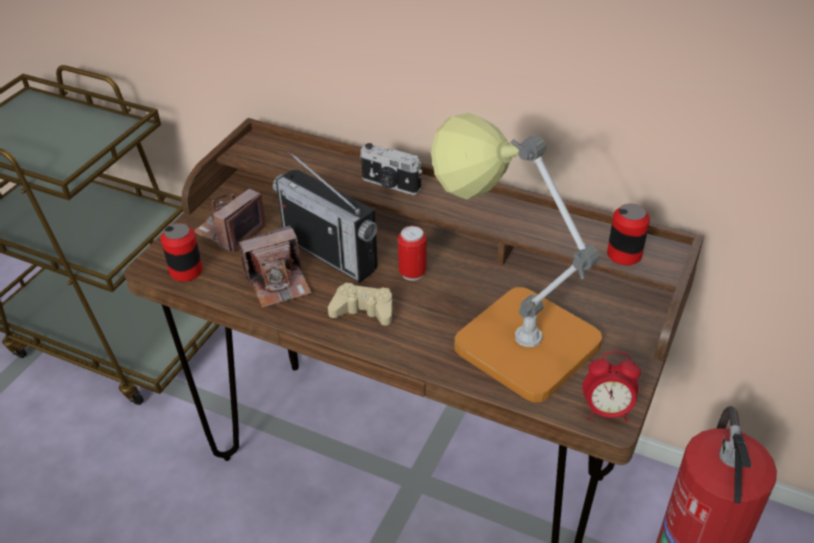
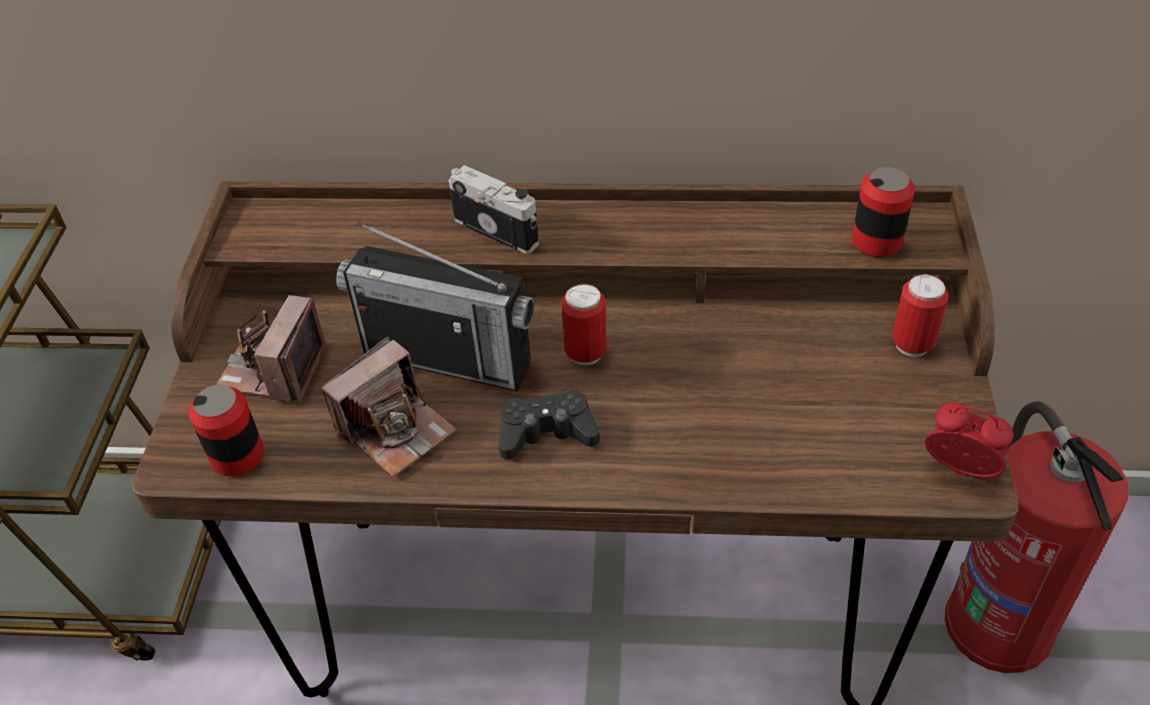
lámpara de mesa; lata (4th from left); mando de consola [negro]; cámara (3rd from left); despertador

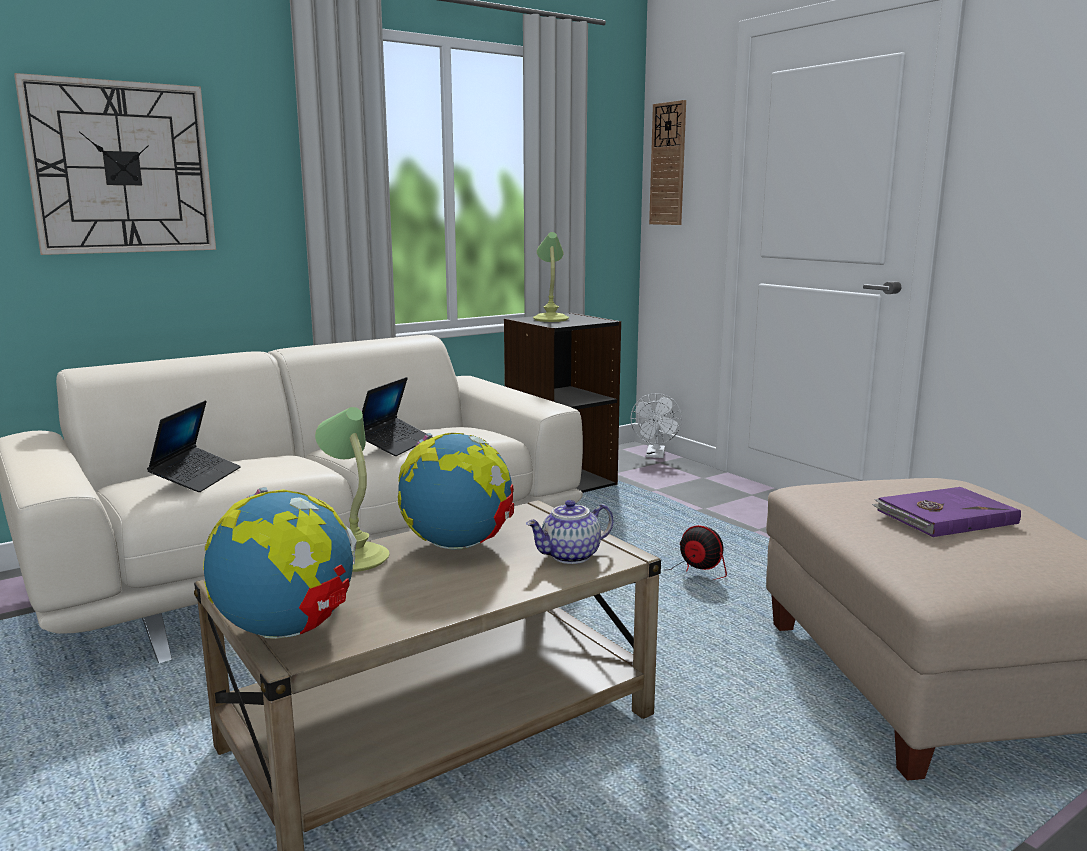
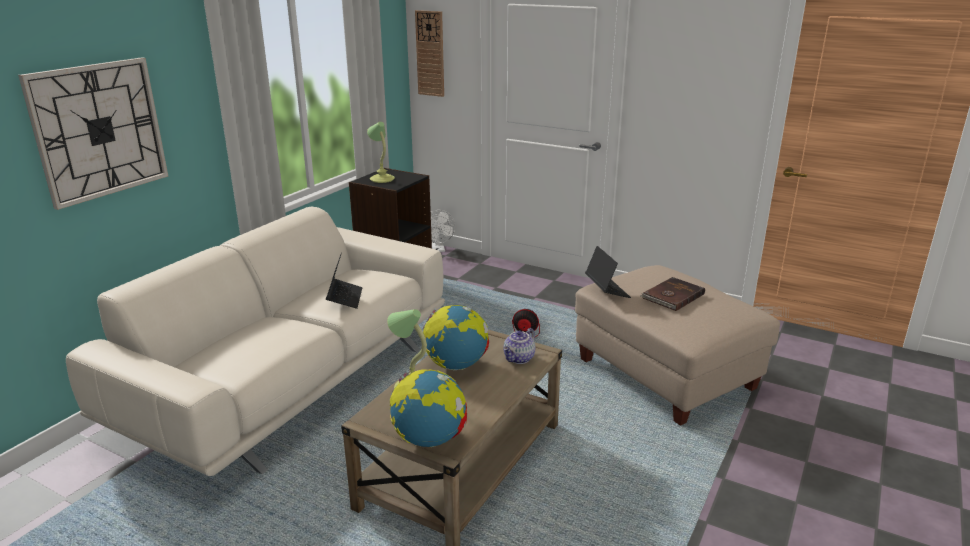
portátil (2nd from left); libro [marrón]

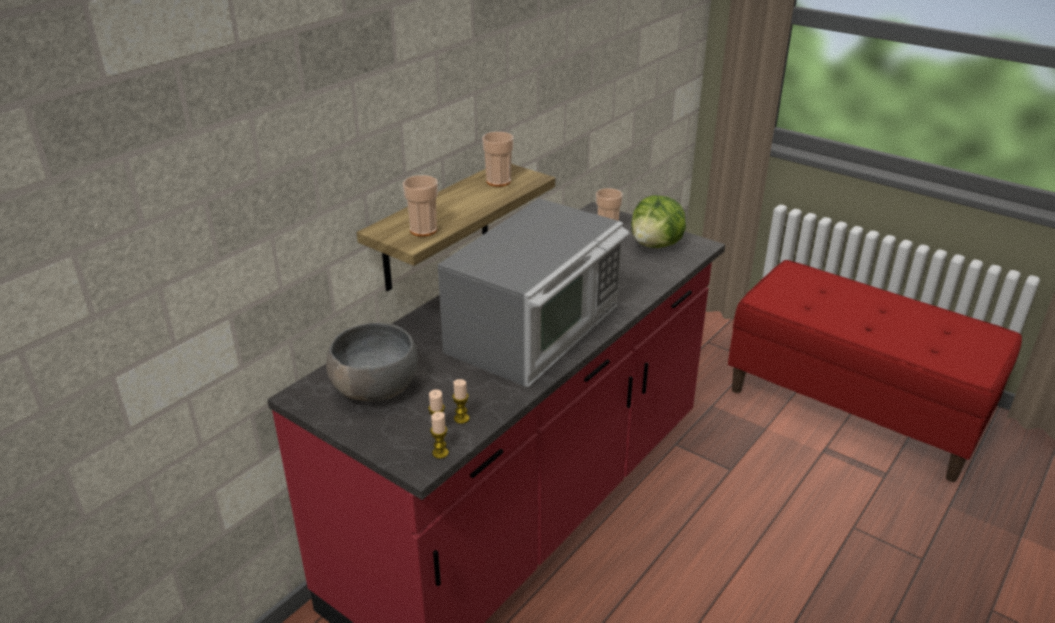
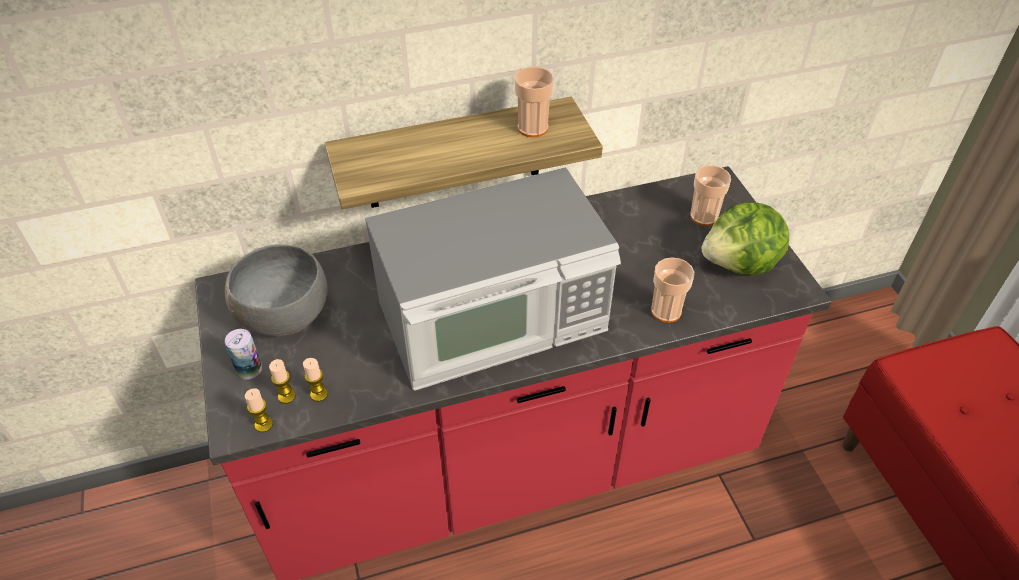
lata; taza (2nd from left)

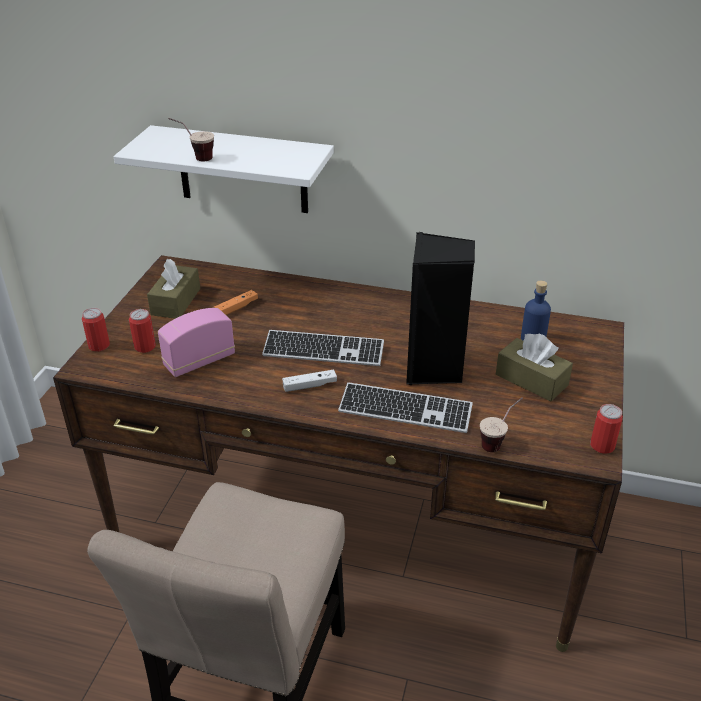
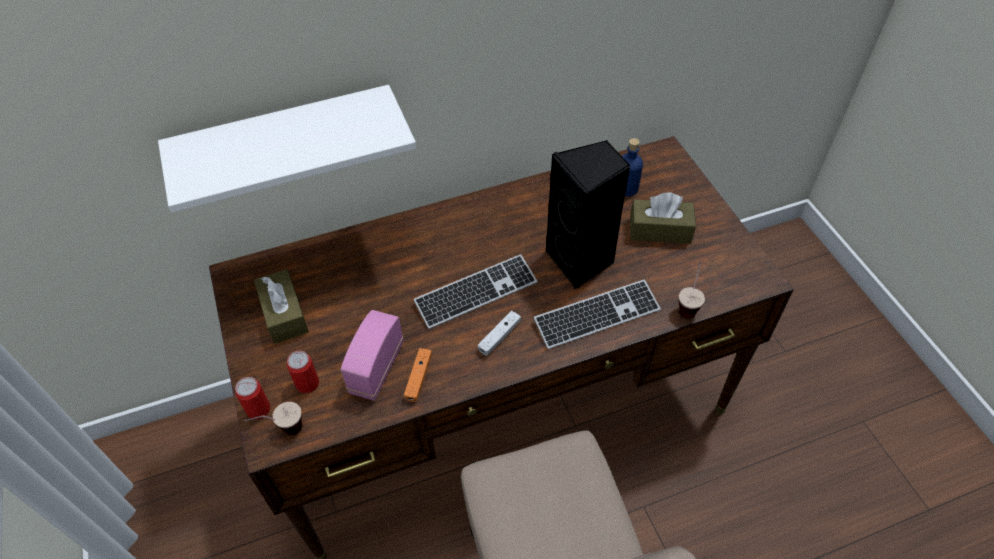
lata (3rd from left in the first image); taza (1st from left); mando de consola [naranja]

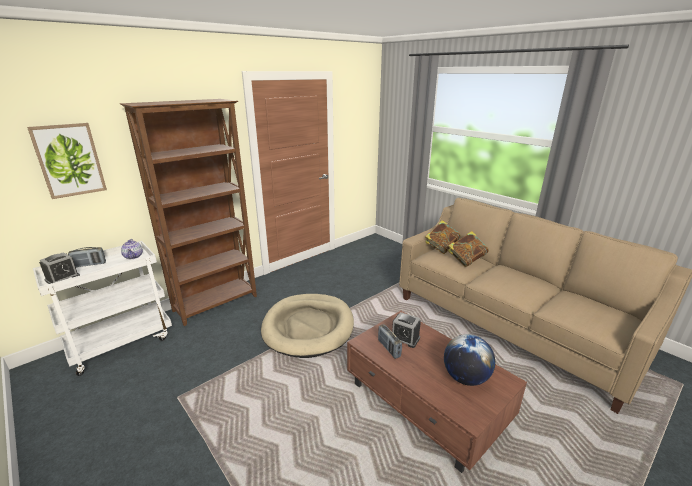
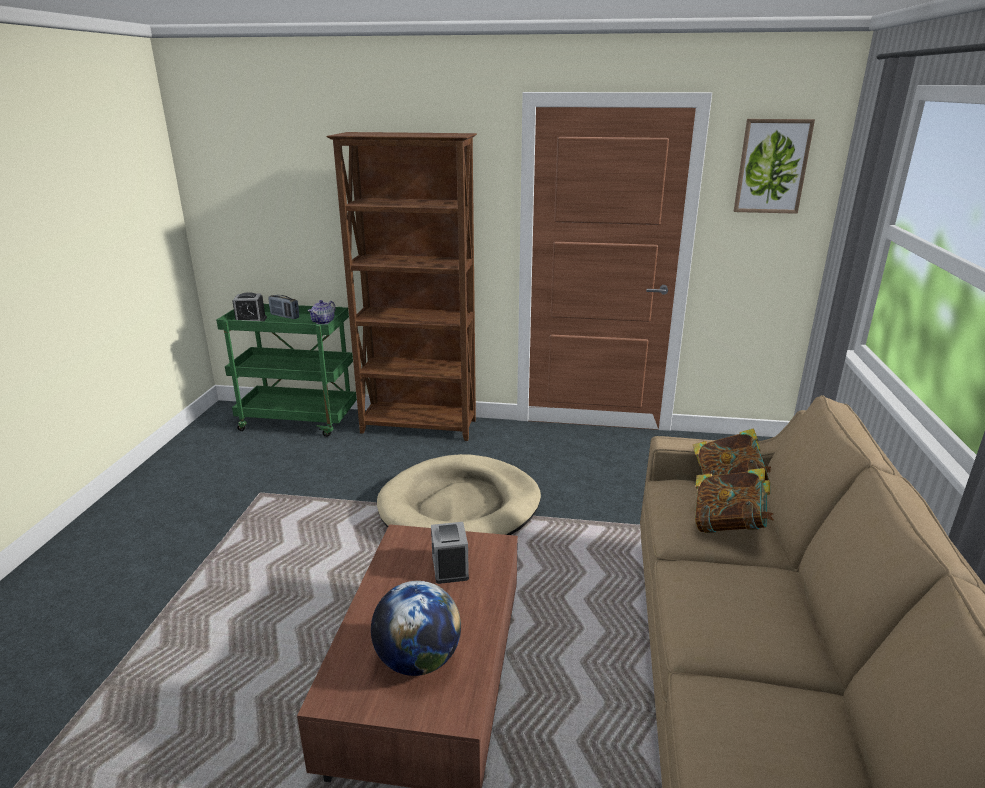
radio (2nd from left in the first image); cuadro; carrito [verde]

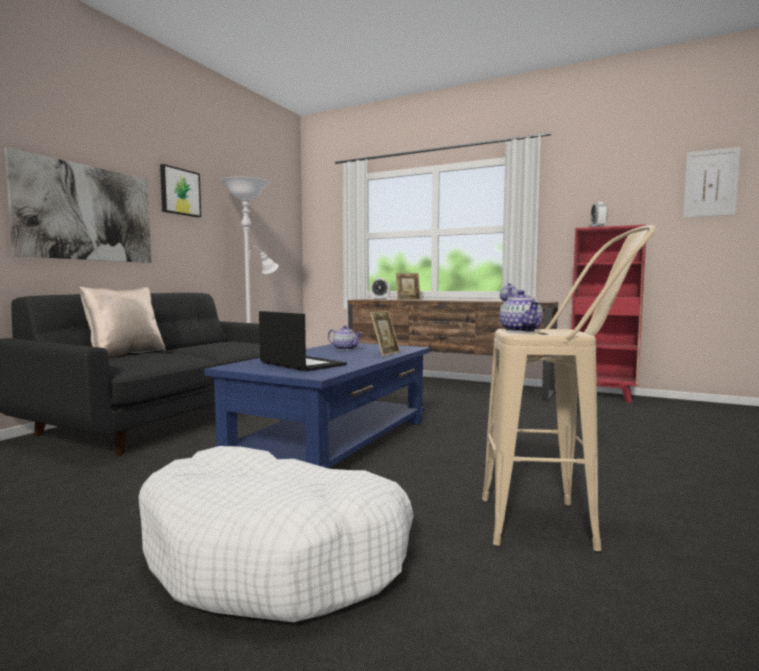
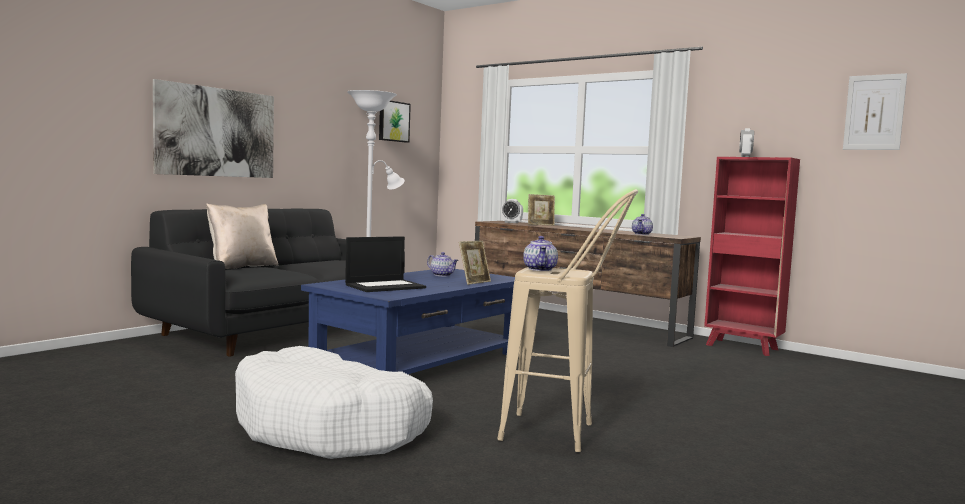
cuadro (2nd from left); portátil

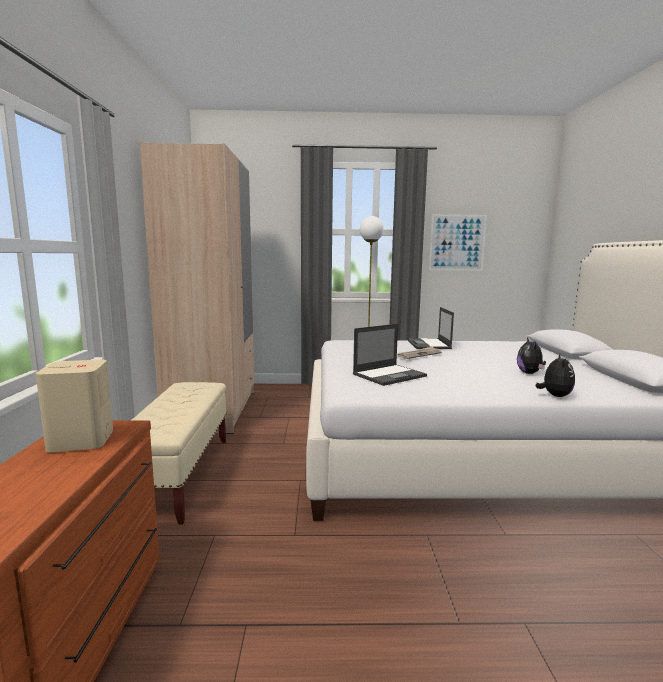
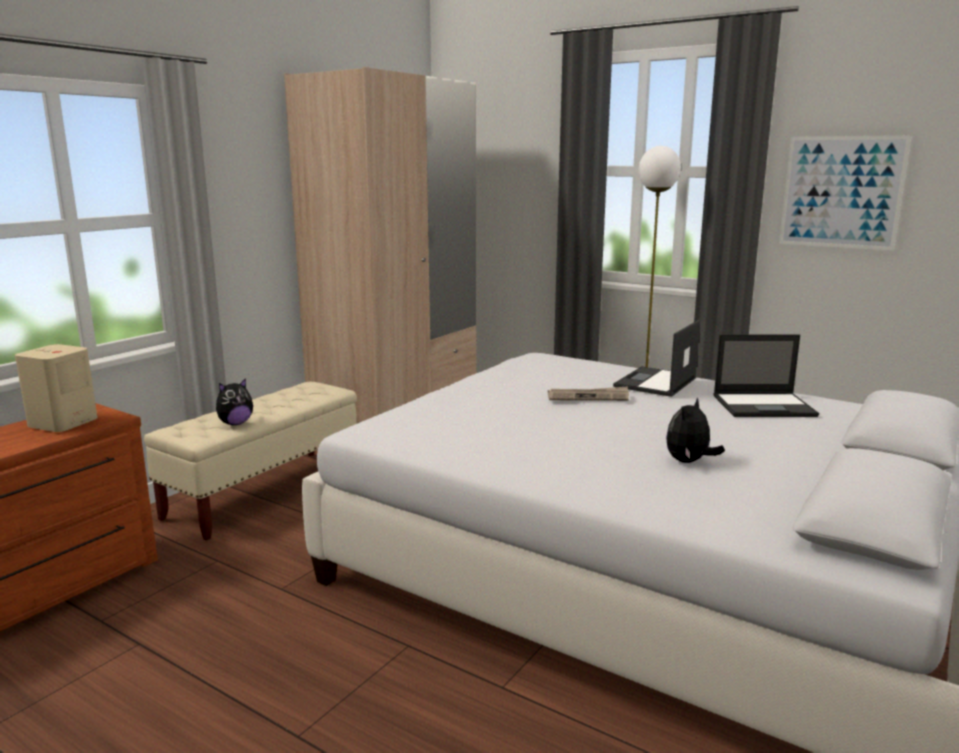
portátil (2nd from left); peluche (1st from left)

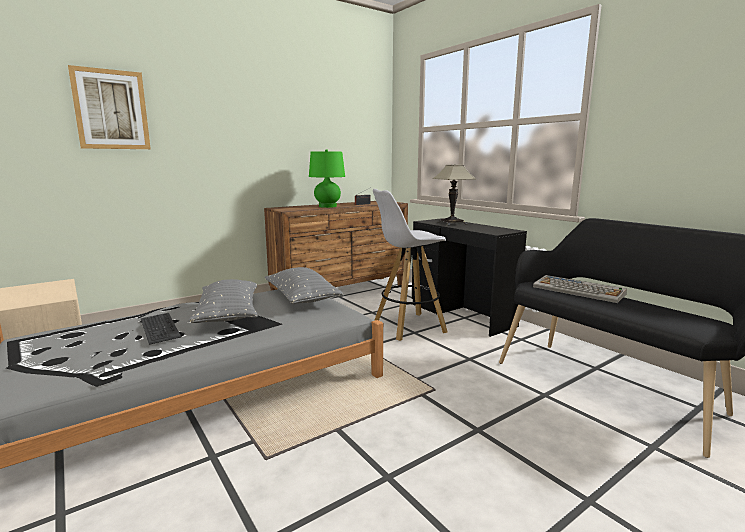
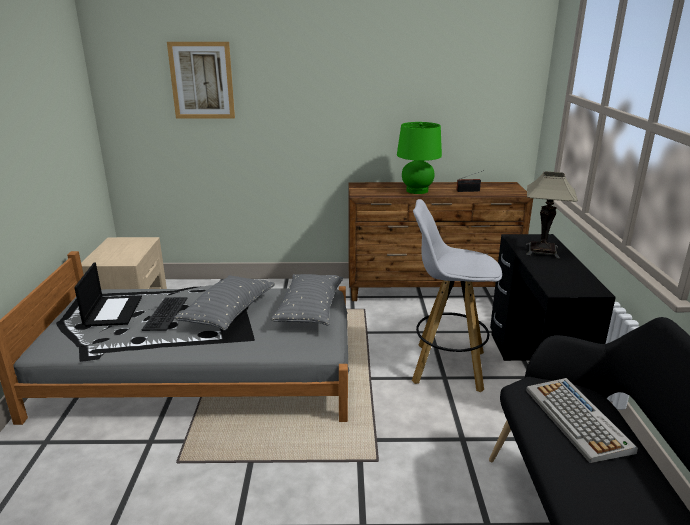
portátil

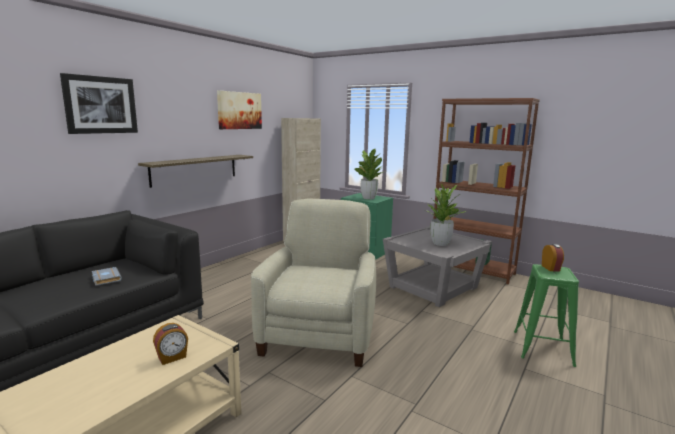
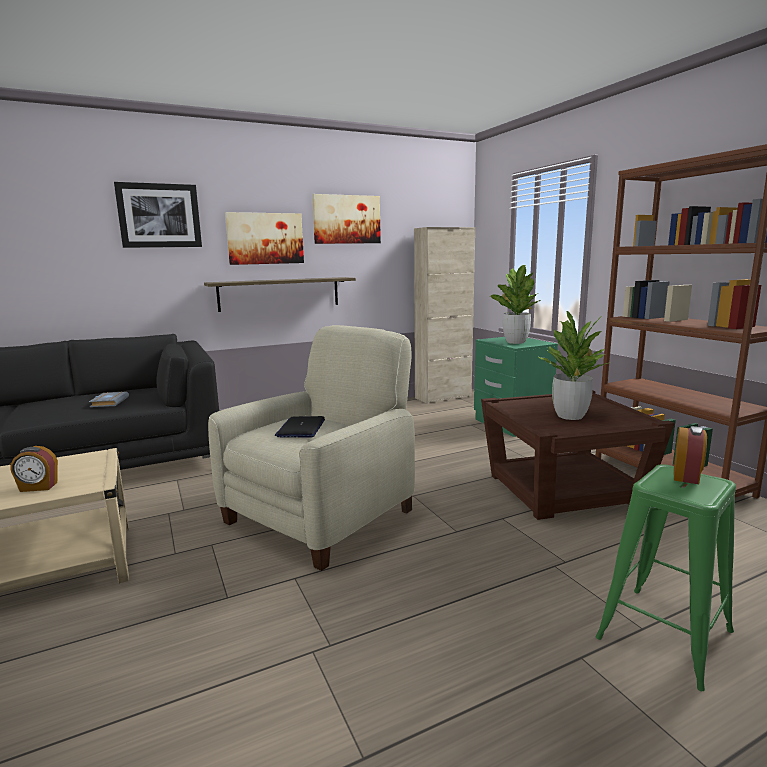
cuadro (2nd from left); portátil; mesa auxiliar [marrón]

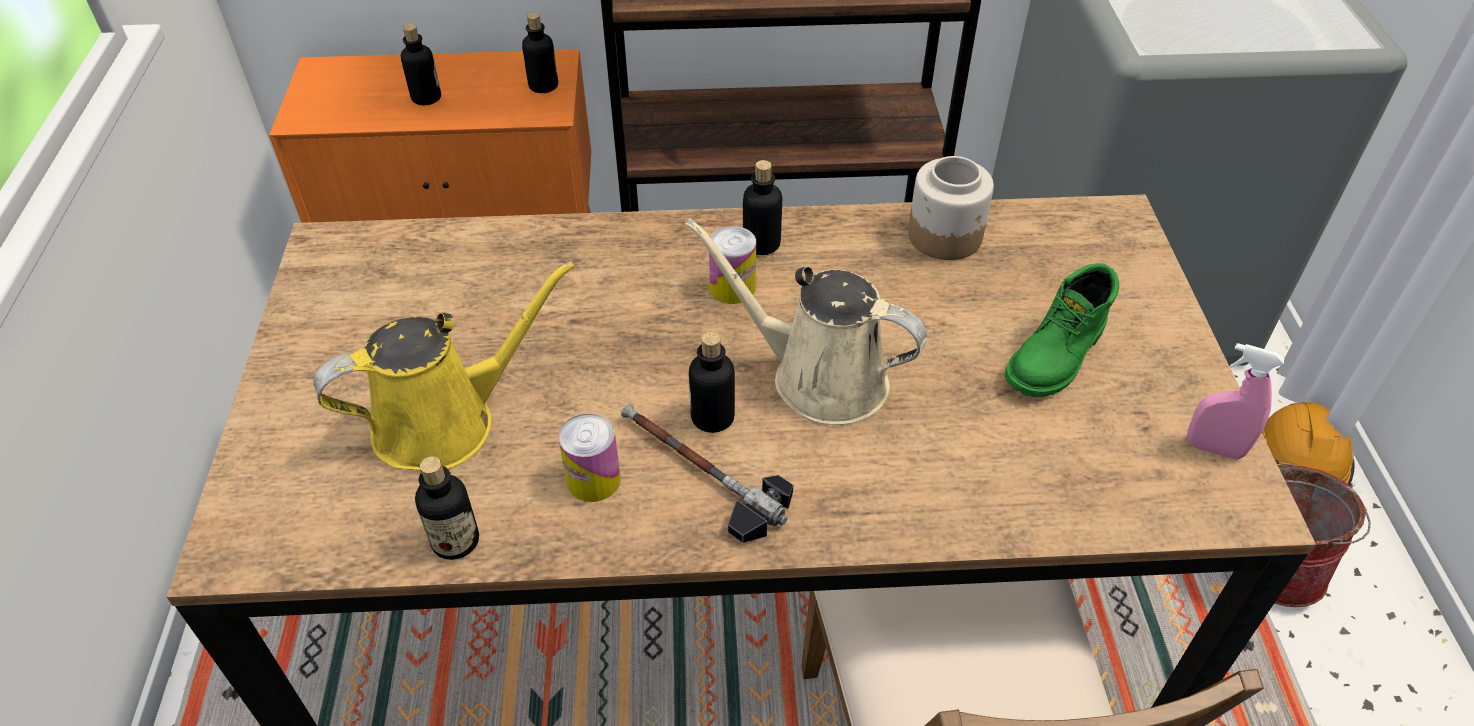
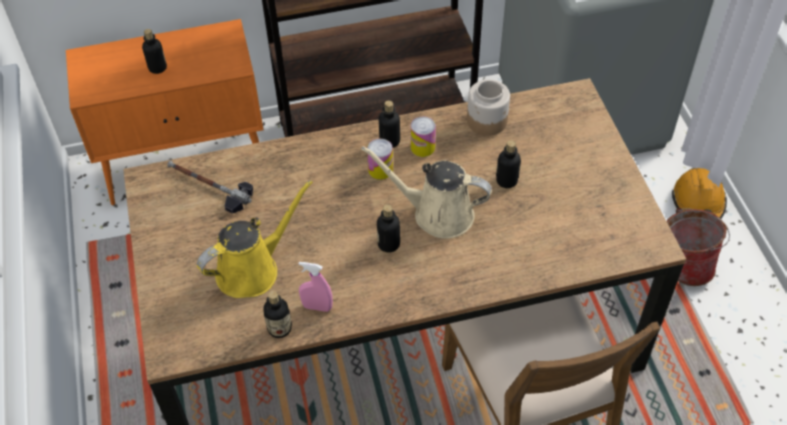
bota [verde]; botella (5th from left); lata (2nd from left); martillo; pulverizador [rosa]

